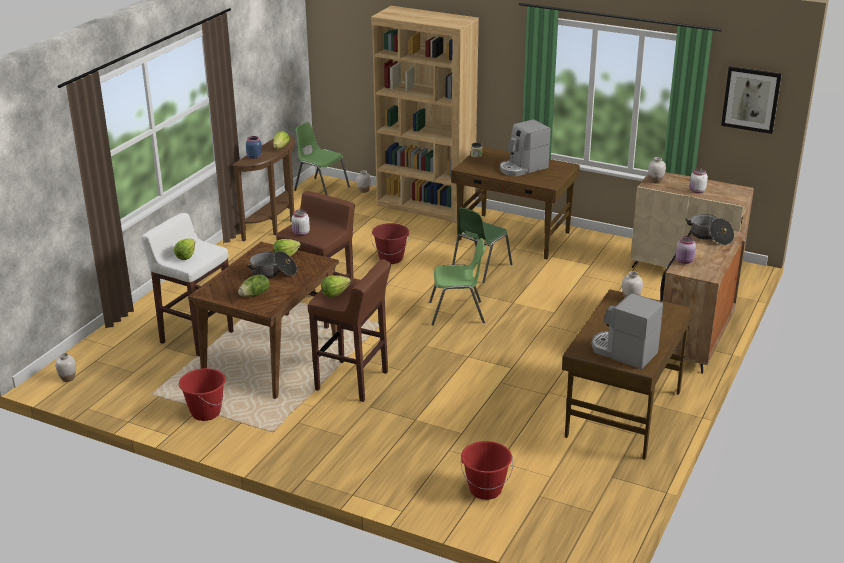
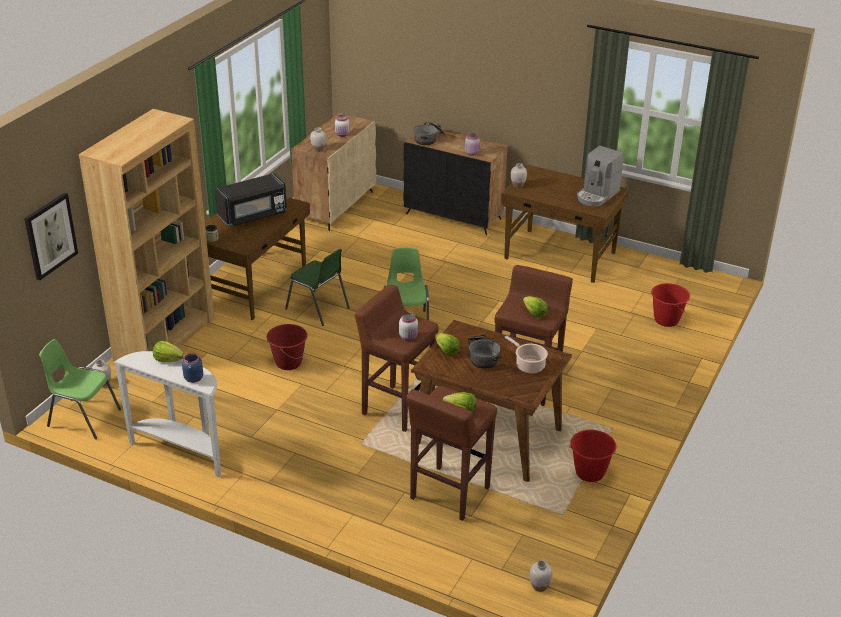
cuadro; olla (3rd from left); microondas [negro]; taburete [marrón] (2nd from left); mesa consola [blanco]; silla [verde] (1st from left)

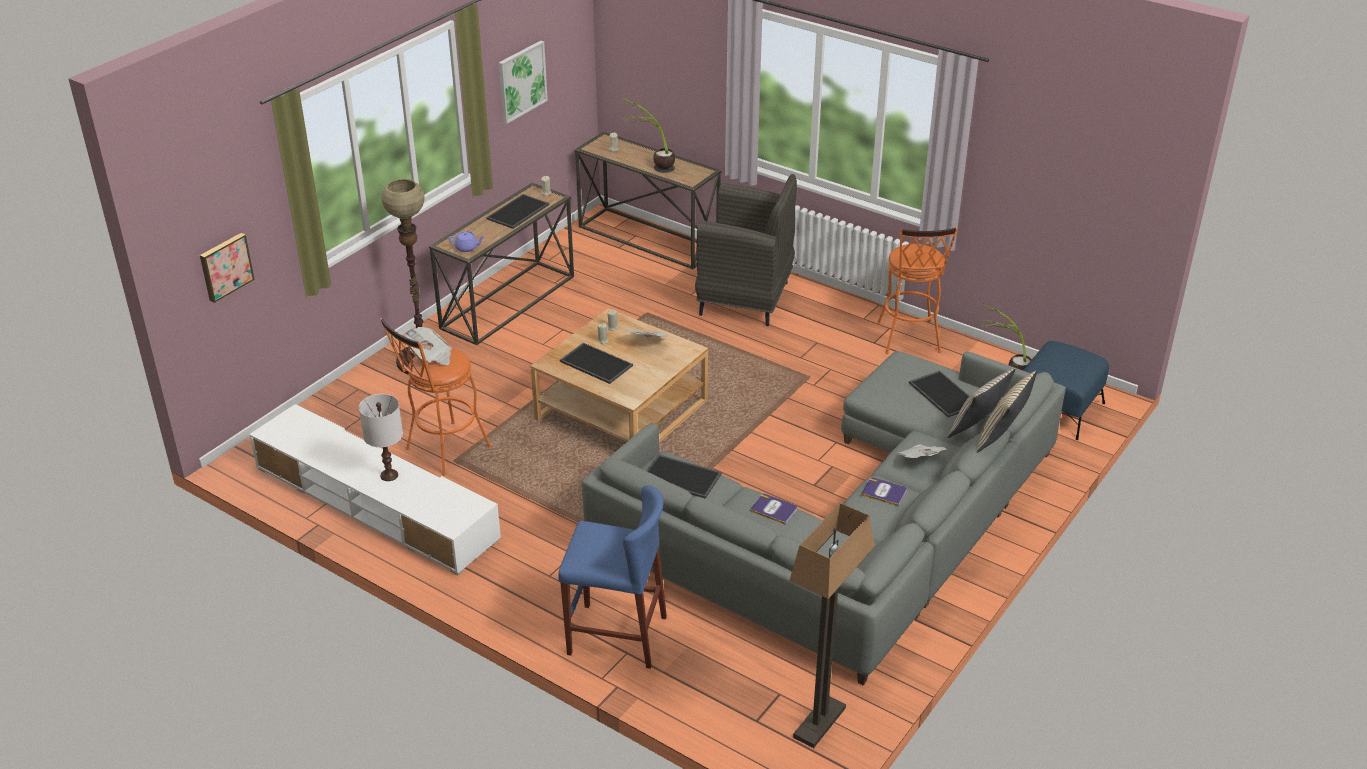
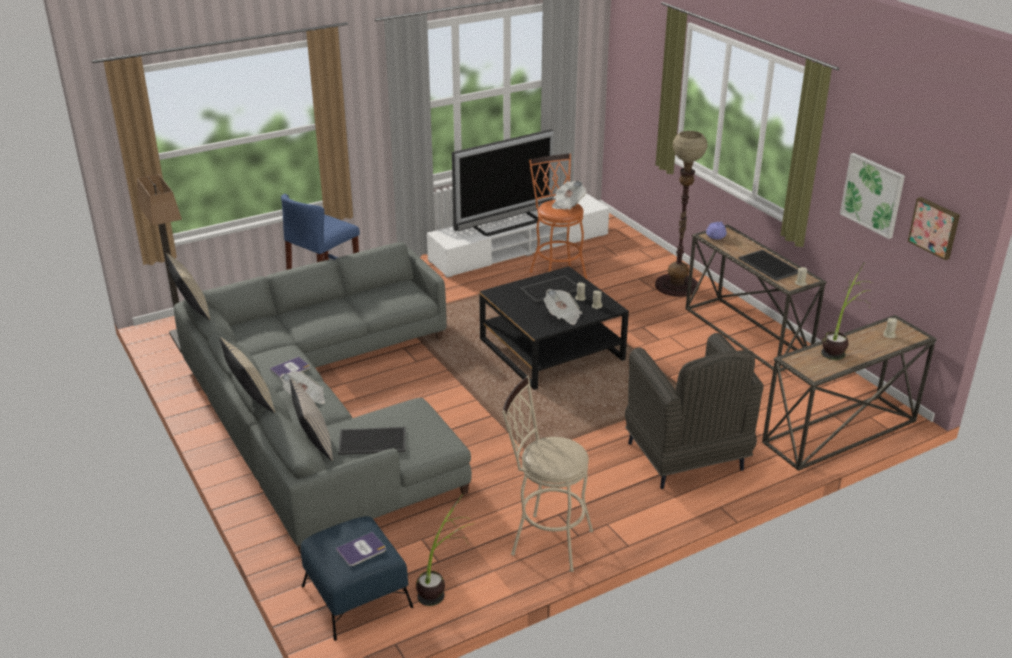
bandeja (3rd from left in the first image); cojín [beis] (1st from left); cuadro (2nd from left); libro (2nd from left); televisor; mesa de centro [negro]; taburete [beis]; sillón [gris]

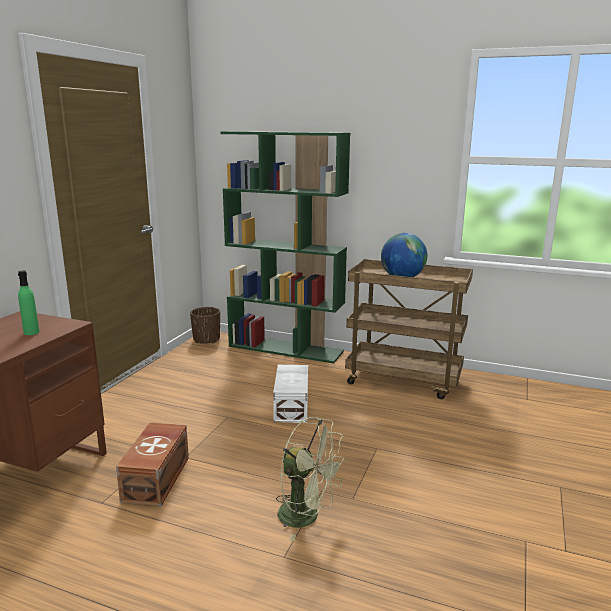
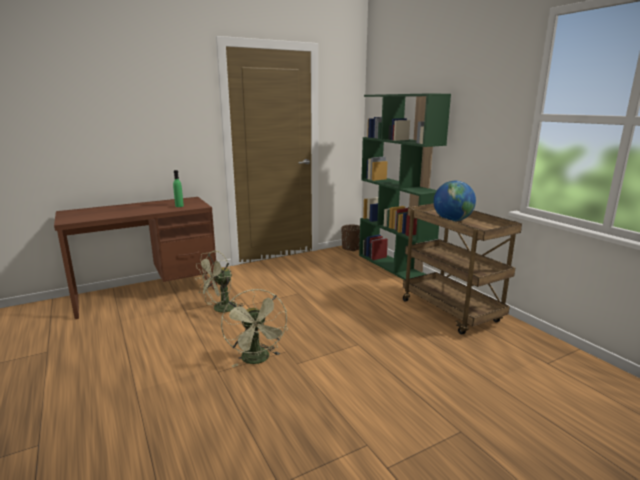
caja de almacenaje [blanco]; ventilador [verde] (1st from left)

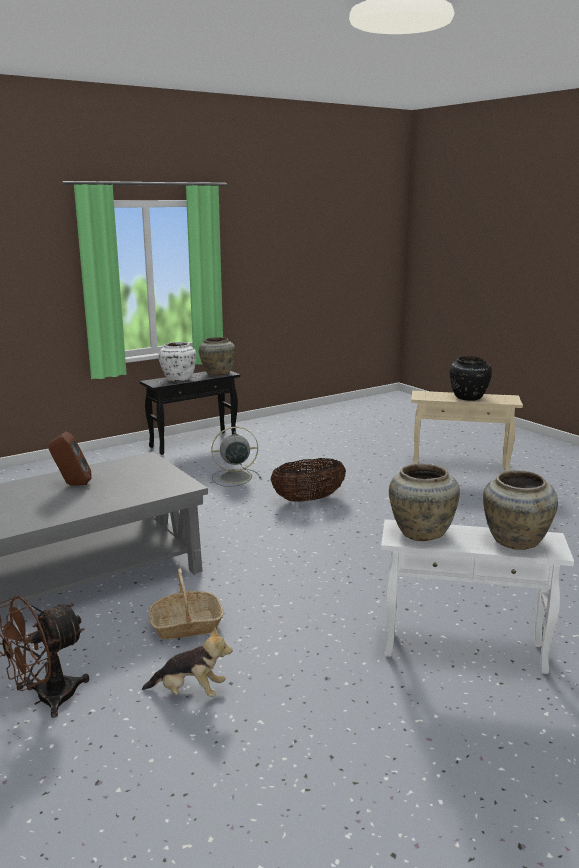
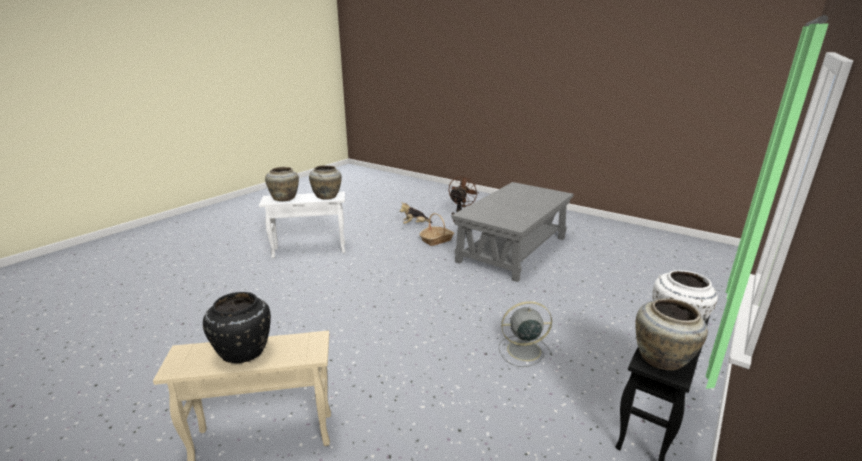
altavoz [marrón]; cesta (2nd from left in the first image); ventilador [gris]

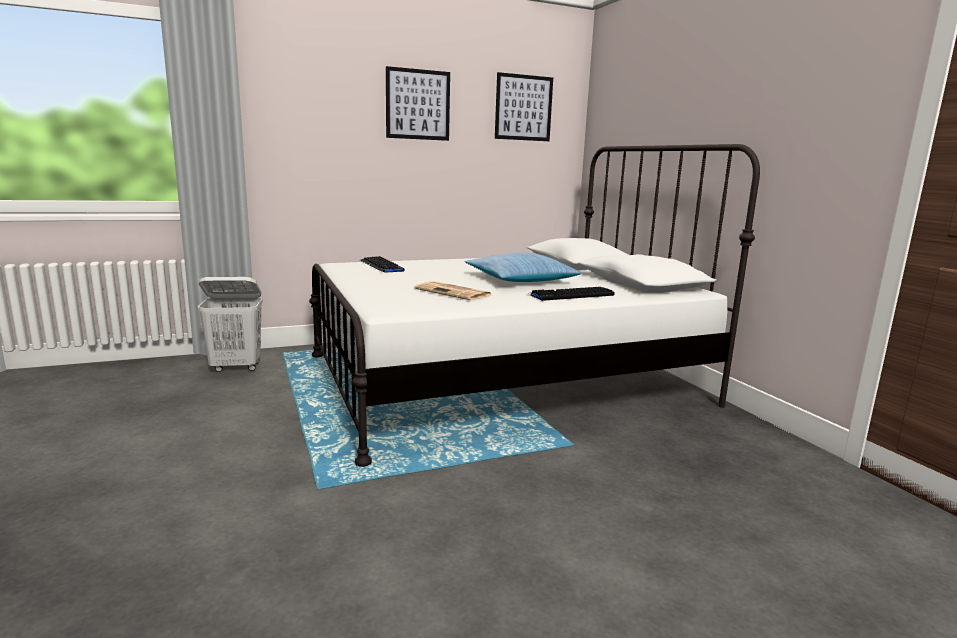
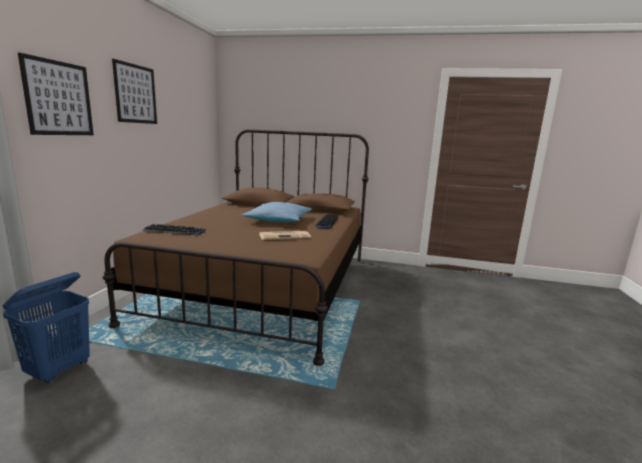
cuadro (1st from left); cesto de la ropa [azul]; cama [marrón]

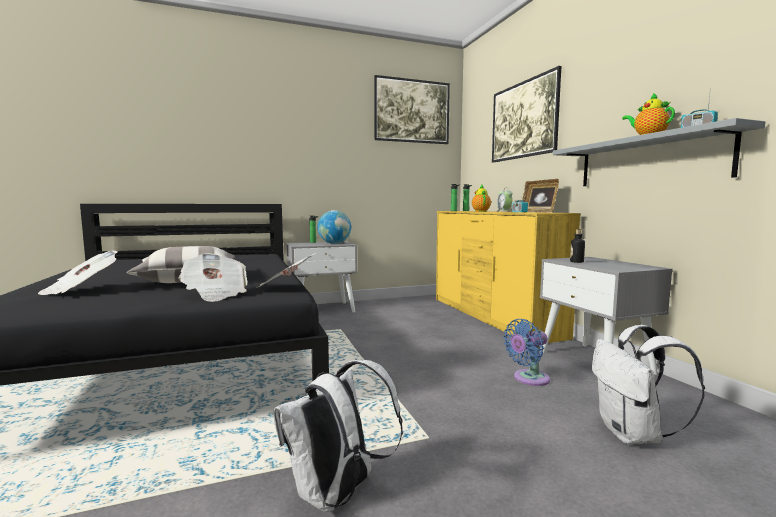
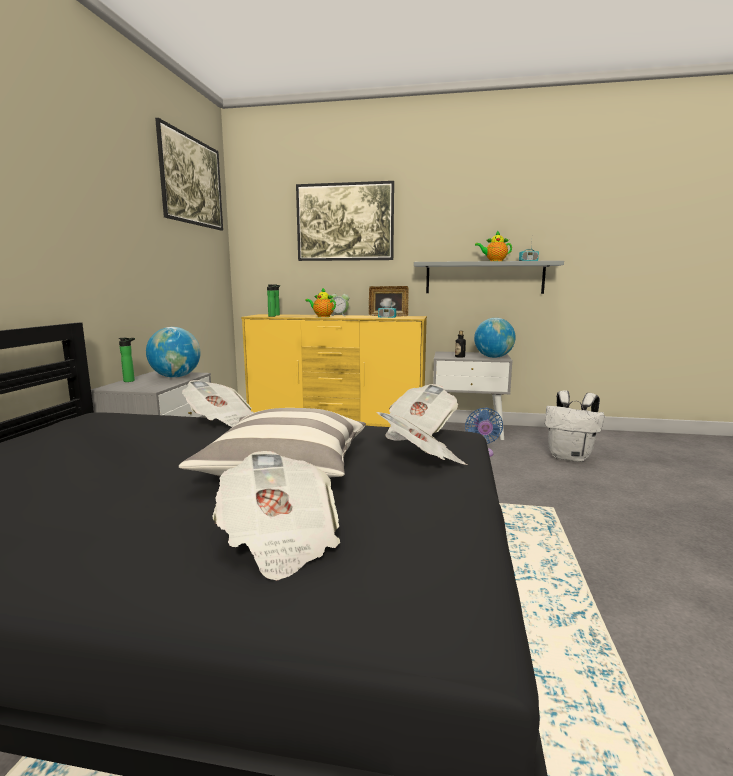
mochila [blanco] (1st from left in the first image); periódico (1st from left); globo terráqueo (2nd from left)

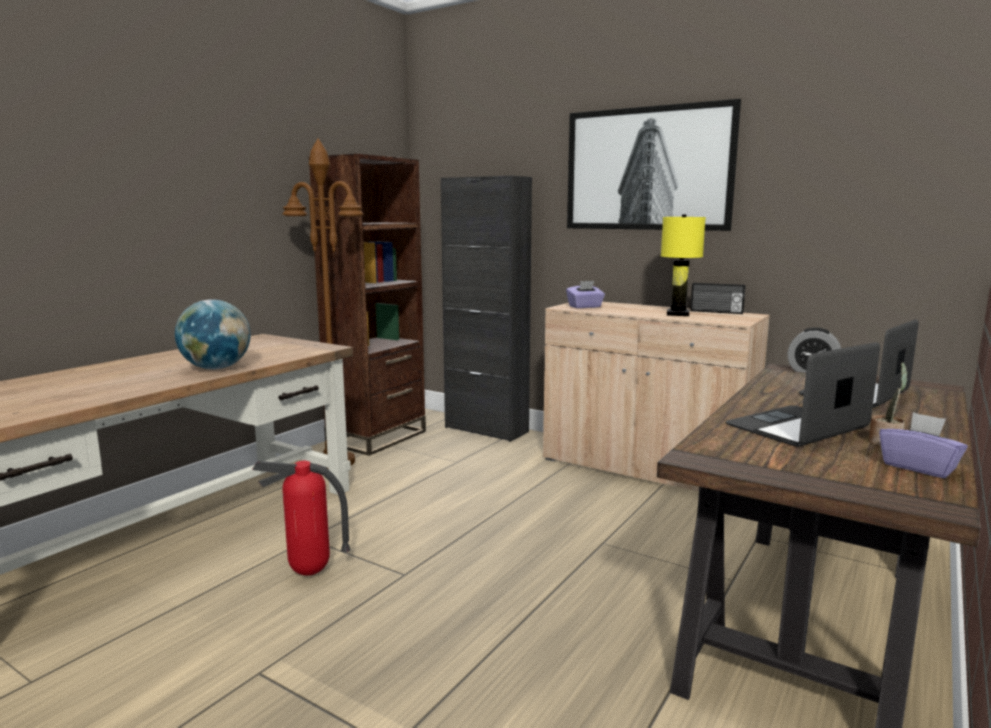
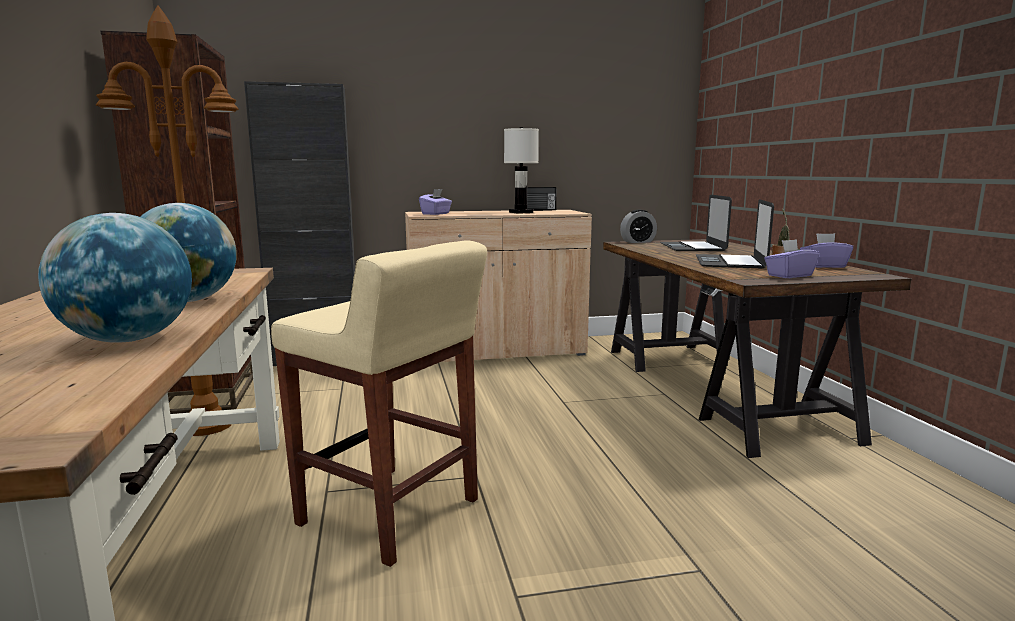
cuadro; globo terráqueo (1st from left); caja de pañuelos [morado] (2nd from left); taburete [beis]; lámpara de mesa [blanco]

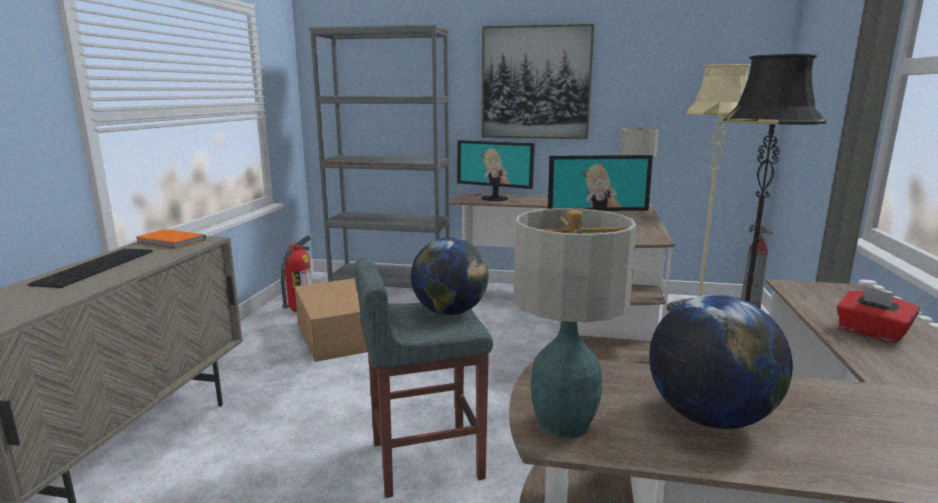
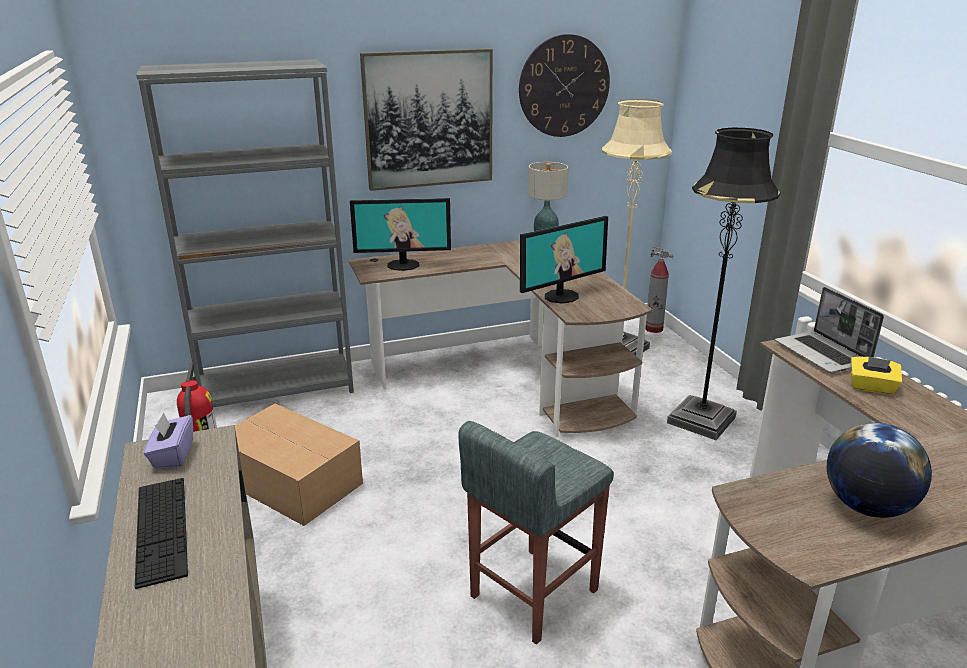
globo terráqueo (1st from left in the first image); lámpara de mesa (1st from left in the first image); reloj de pared; portátil; caja de pañuelos [morado]; caja de pañuelos [amarillo]

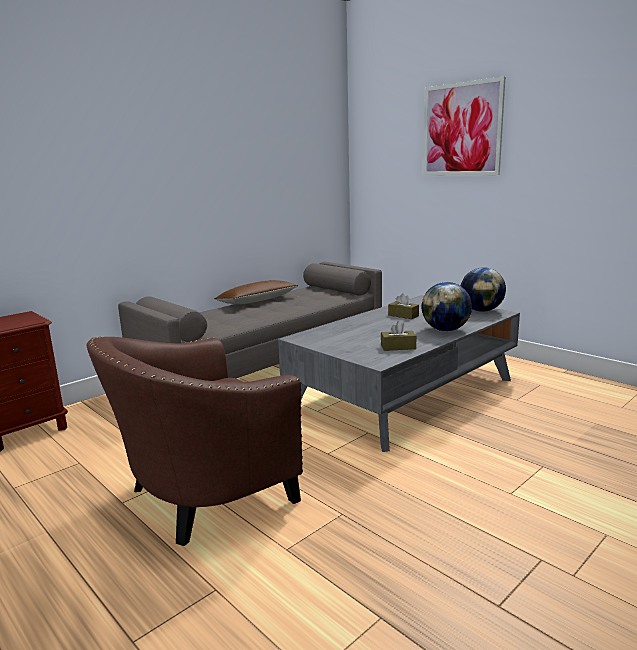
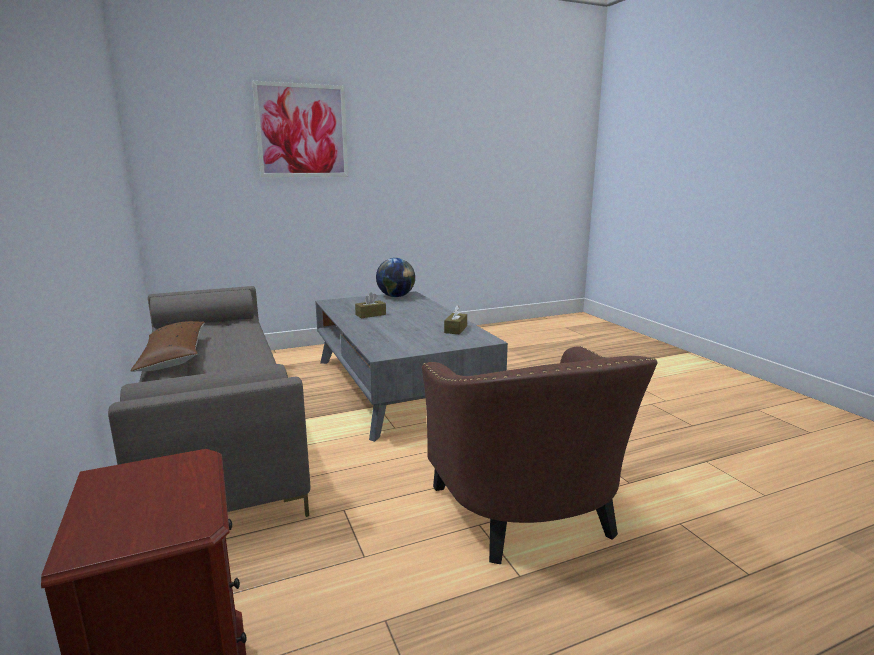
globo terráqueo (1st from left in the first image)

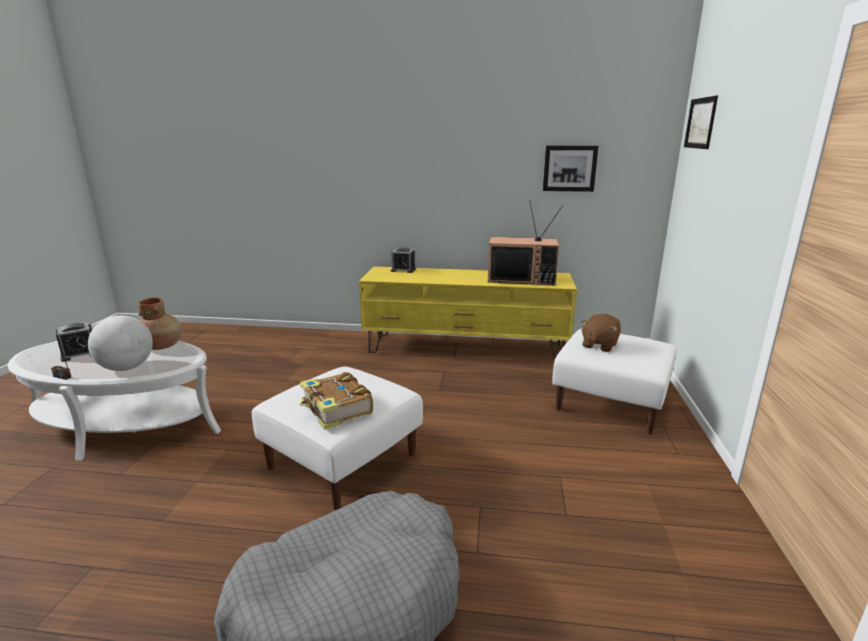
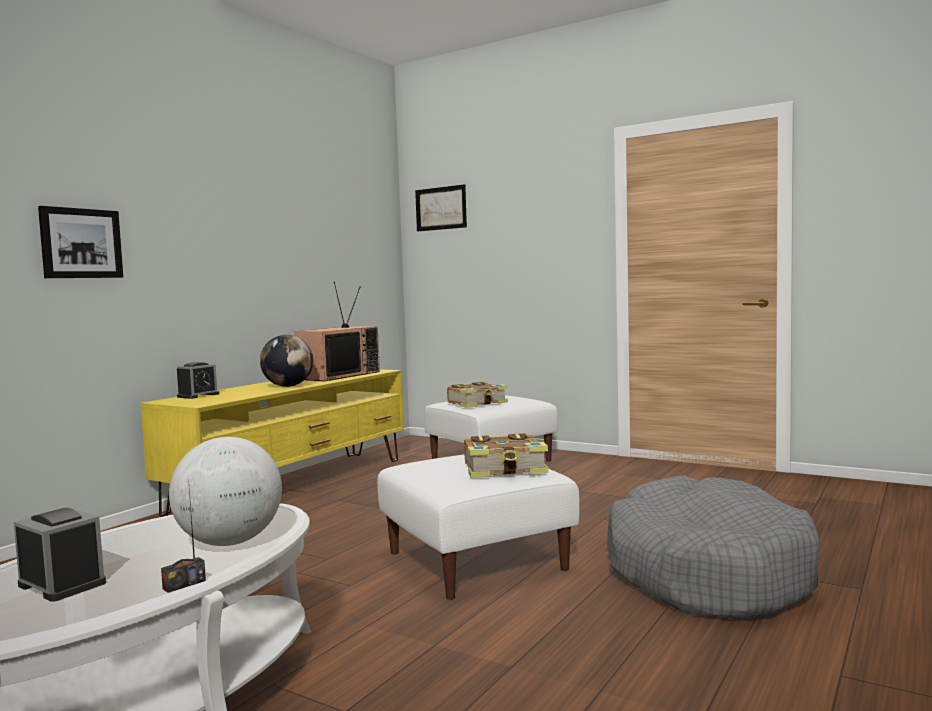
florero [marrón]; globo terráqueo (2nd from left); cuadro (1st from left); libro (1st from left); despertador (1st from left)

